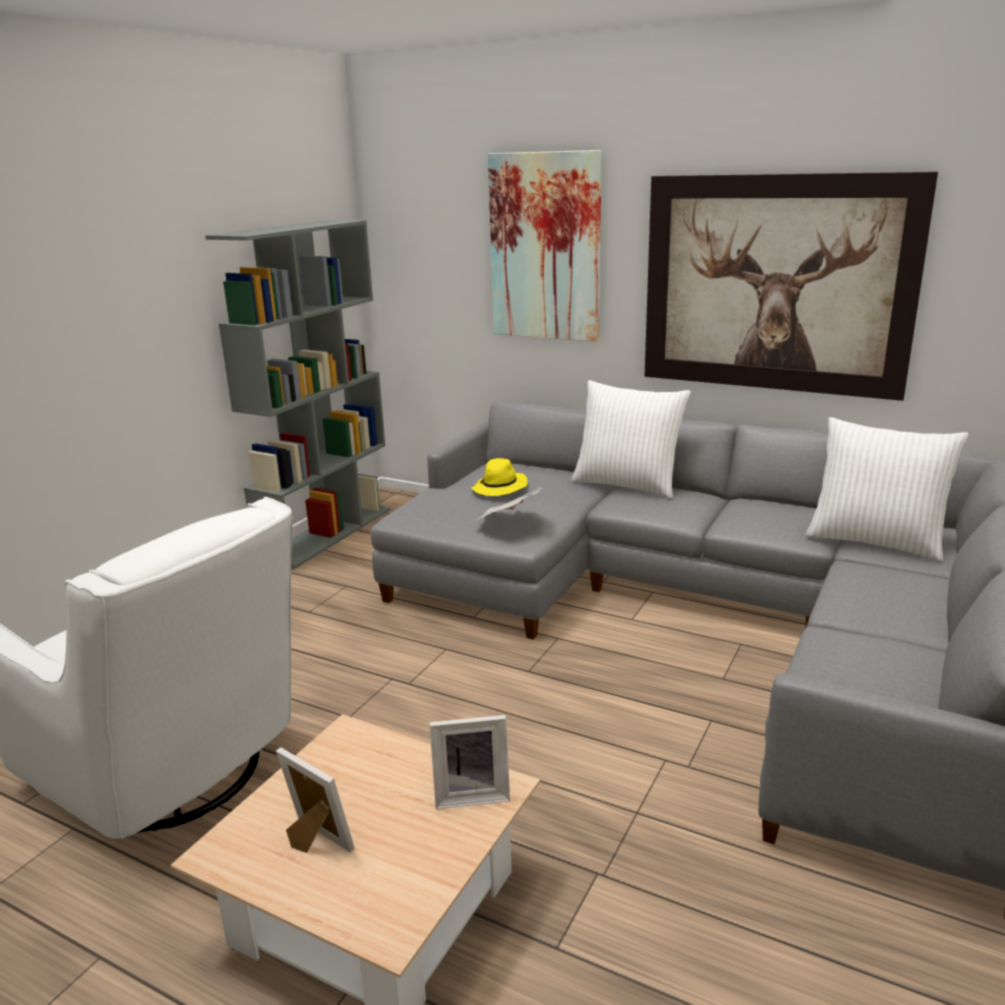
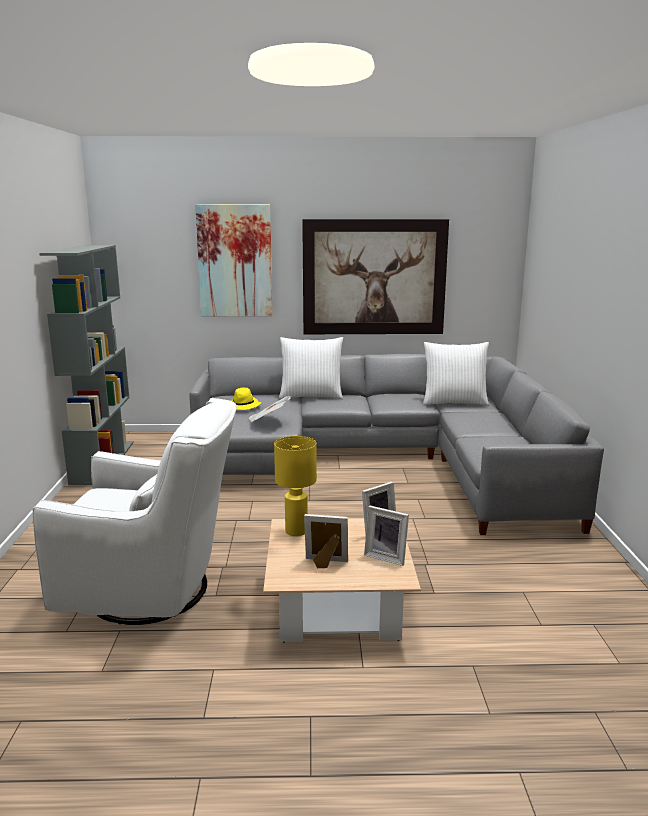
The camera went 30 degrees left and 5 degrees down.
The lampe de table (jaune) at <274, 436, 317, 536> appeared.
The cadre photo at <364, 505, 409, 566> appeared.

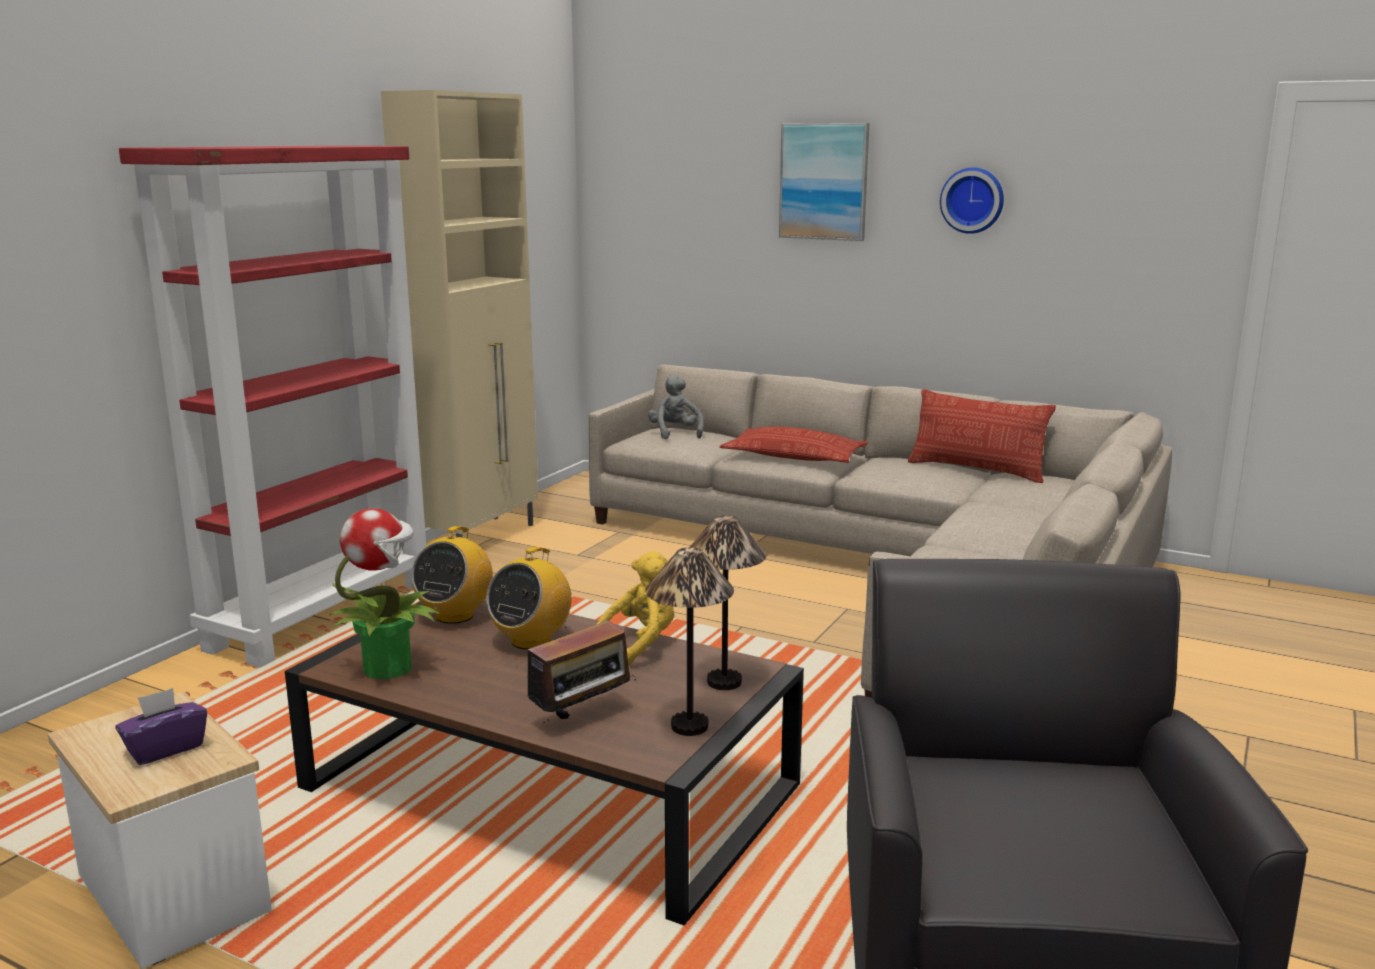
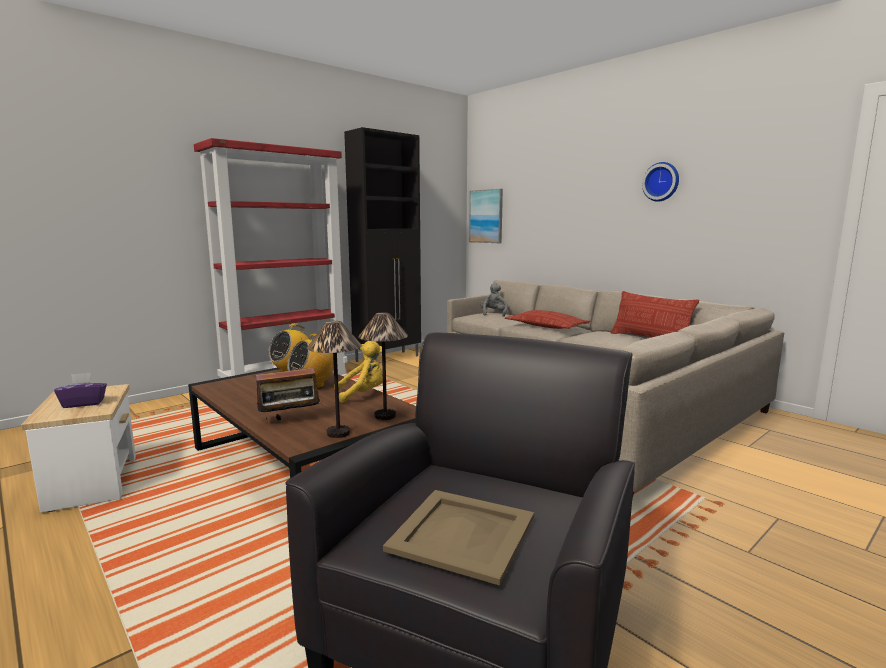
The camera went 20 degrees right and 5 degrees down.
The plante en pot at <329, 508, 440, 679> disappeared.
The meuble de rangement (beige) at <381, 90, 538, 537> became the meuble de rangement (noir) at <344, 127, 421, 362>.
The tableau moved from <779, 123, 869, 241> to <469, 189, 503, 243>.
The plateau (beige) at <383, 490, 534, 586> appeared.

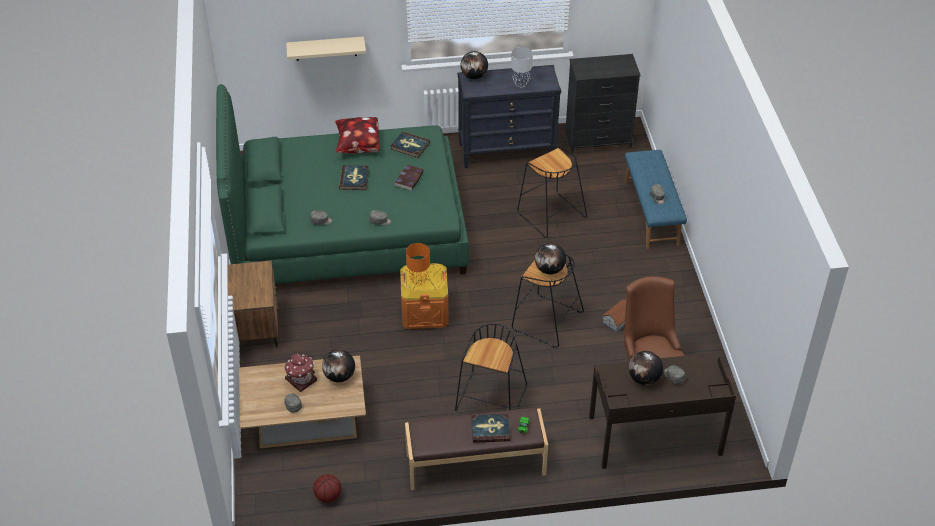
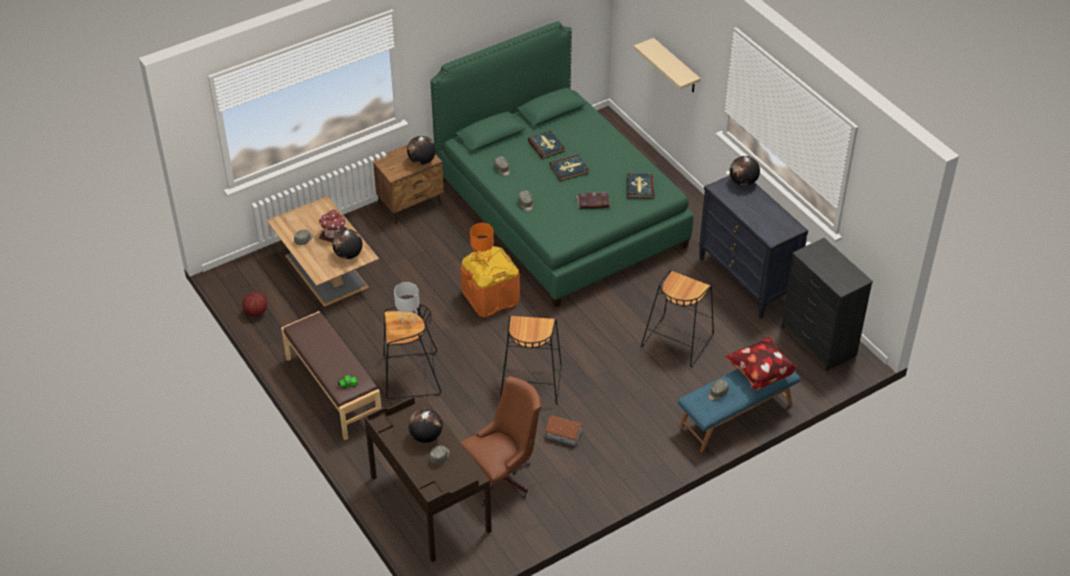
The camera went 65 degrees right and 0 degrees up.
The coussin moved from <335, 117, 380, 153> to <725, 337, 797, 390>.
The livre moved from <471, 414, 510, 443> to <528, 130, 565, 159>.
The lampe de table (gris) moved from <511, 47, 533, 87> to <394, 282, 419, 325>.
The globe moved from <535, 243, 566, 274> to <407, 136, 436, 165>.

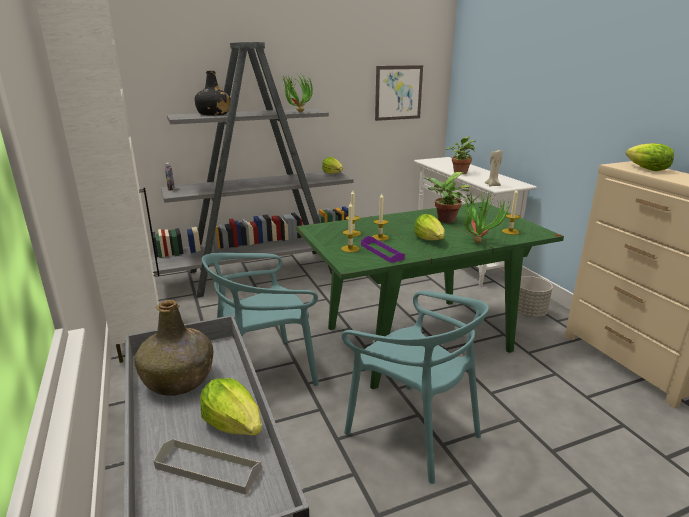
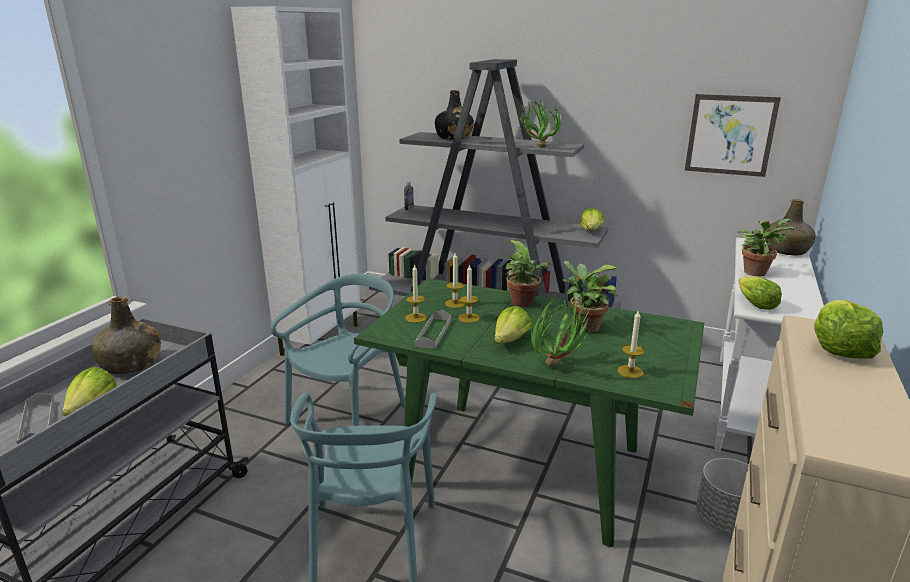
The camera went 45 degrees right and 0 degrees up.
The chaise (turquoise) at <202, 253, 319, 386> turned 105 degrees clockwise.
The plateau (violet) at <361, 236, 405, 263> became the plateau (gris) at <415, 310, 451, 349>.
The bougie (beige) at <485, 150, 503, 187> was replaced by the laitue at <738, 276, 782, 310>.
The plante en pot at <505, 240, 552, 307> appeared.
The bouteille (vert) at <766, 199, 816, 256> appeared.

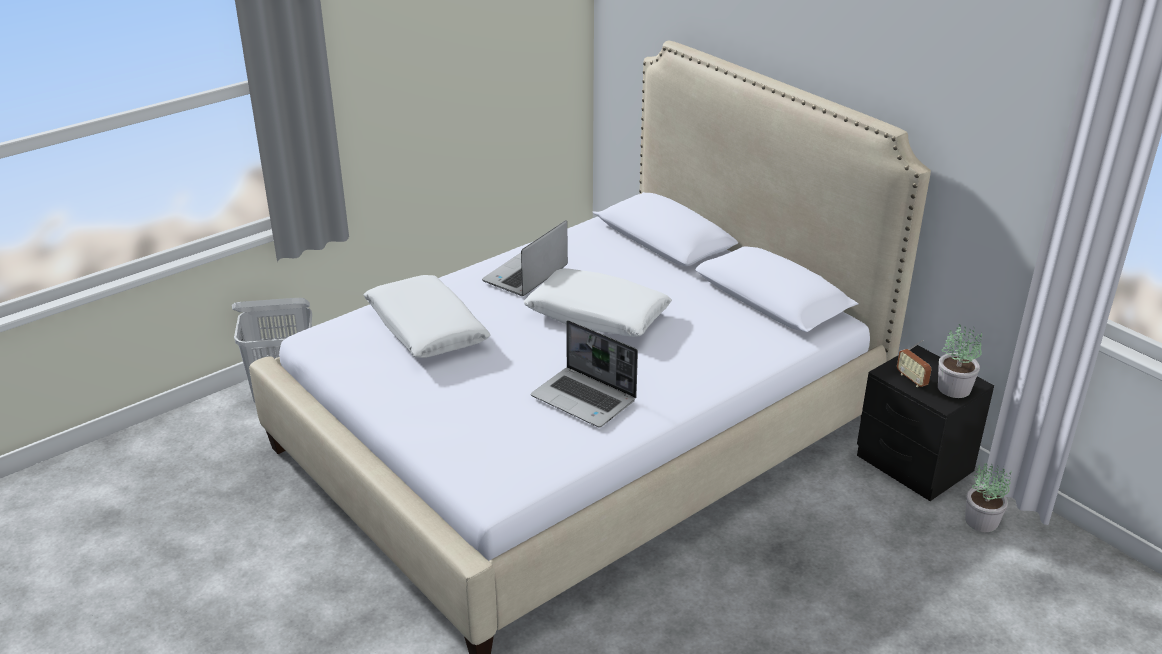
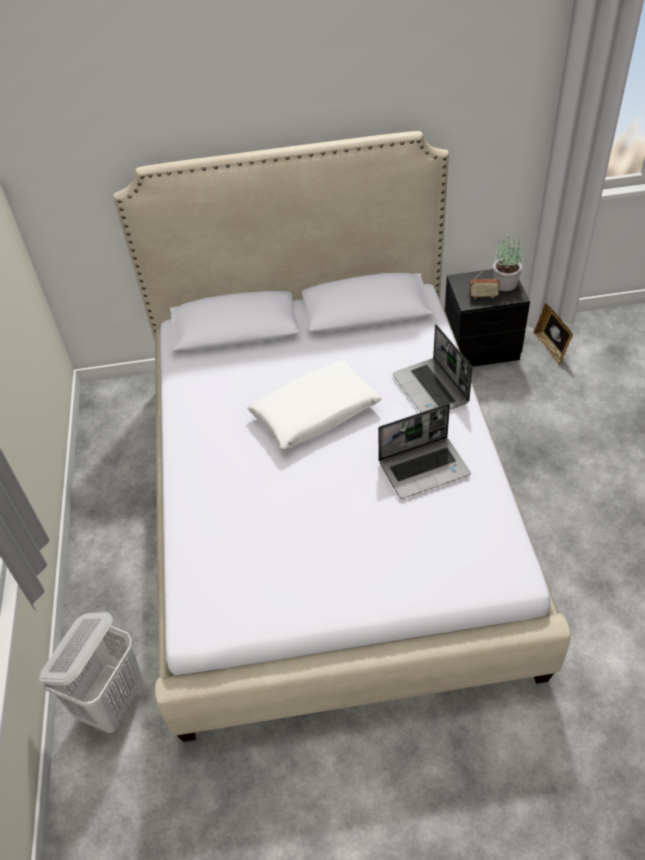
The camera went 55 degrees left and 15 degrees up.
The coussin (blanc) at <364, 275, 490, 358> disappeared.
The ordinateur portable moved from <482, 220, 568, 296> to <393, 324, 473, 412>.
The plante en pot at <965, 463, 1012, 532> was replaced by the cadre photo at <534, 303, 573, 365>.

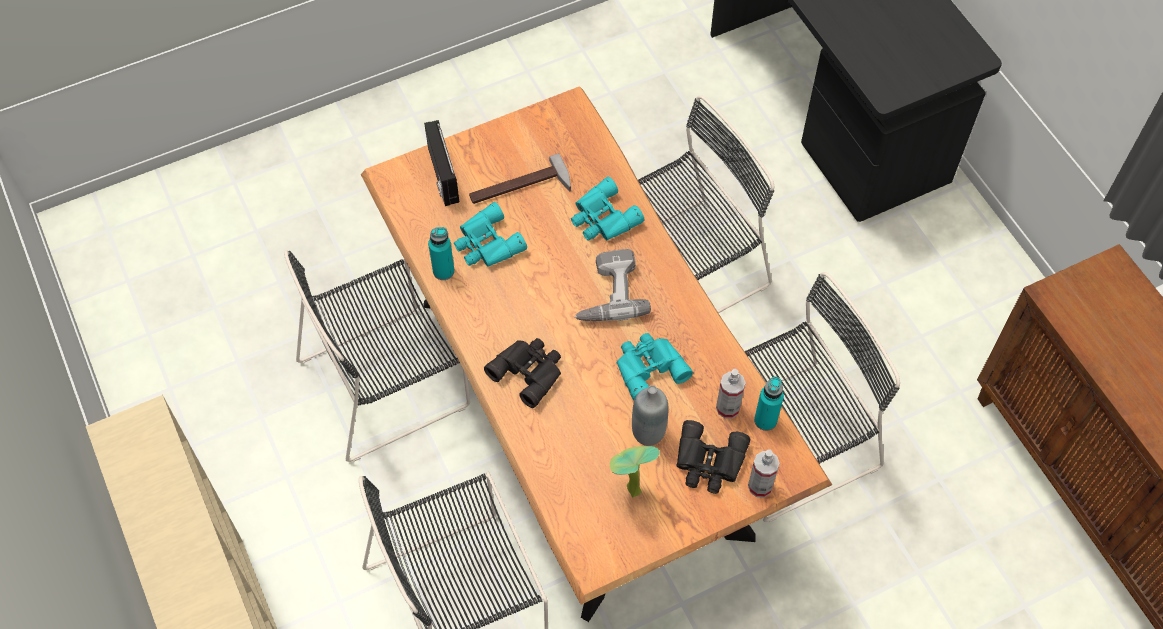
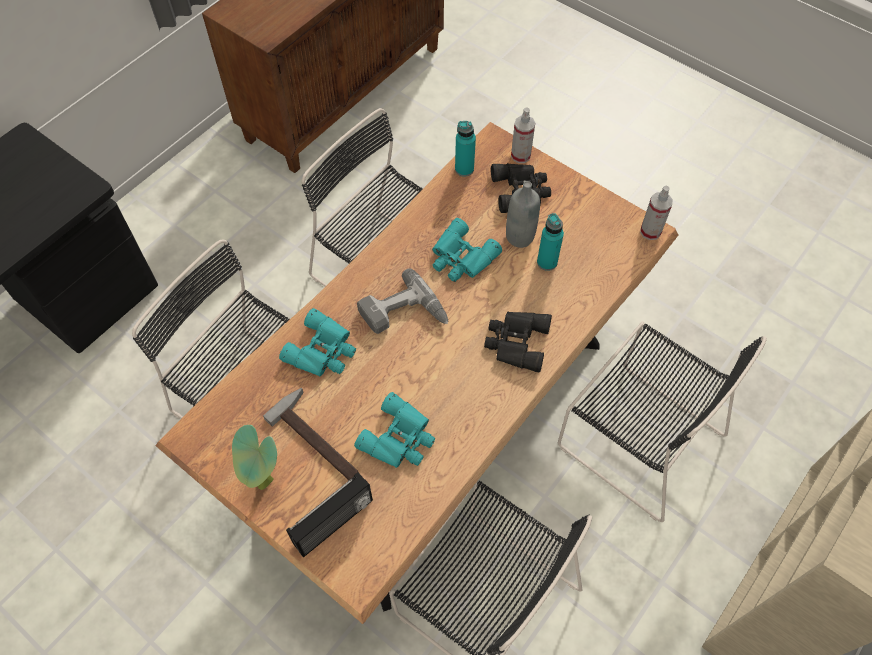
The camera went 115 degrees left and 0 degrees up.
The bouteille (turquoise) moved from <428, 227, 455, 280> to <537, 213, 564, 271>.
The plante en pot moved from <610, 446, 660, 497> to <232, 425, 277, 490>.
The vaporisateur moved from <716, 369, 746, 419> to <640, 186, 673, 240>.

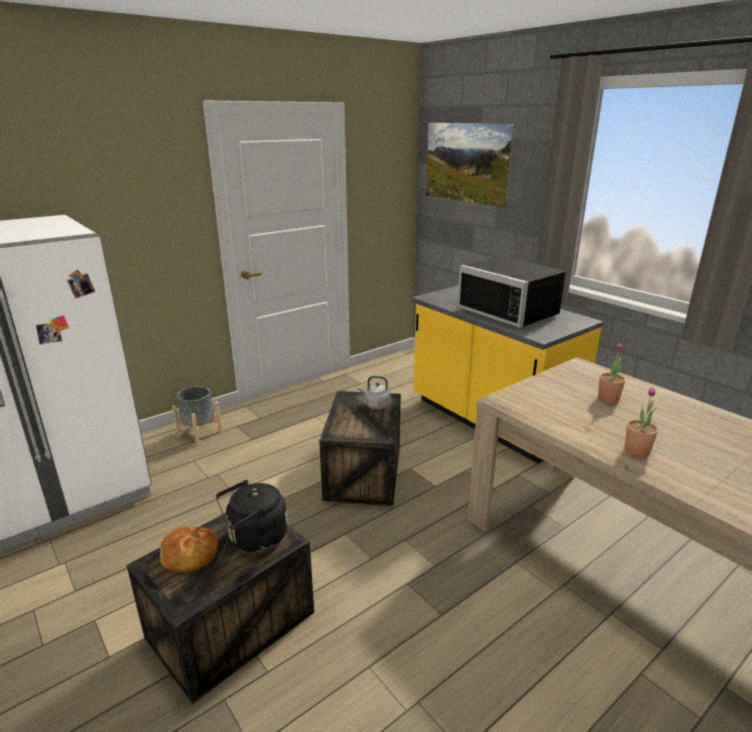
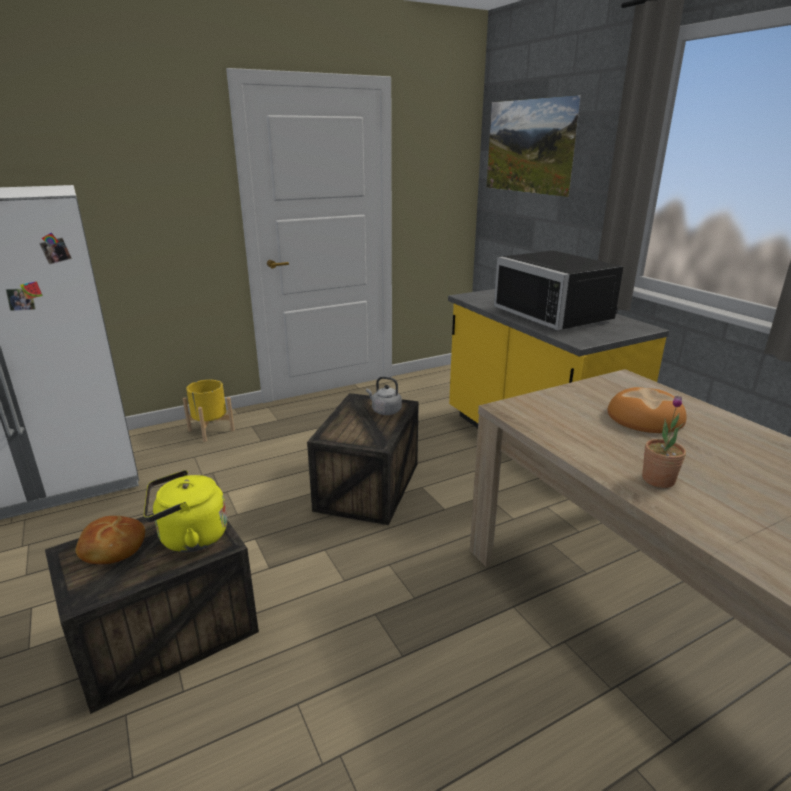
The camera went 10 degrees right and 0 degrees up.
The cache-pot (gris) at <172, 386, 222, 446> became the cache-pot (jaune) at <183, 380, 235, 442>.
The bouilloire (noir) at <216, 480, 288, 552> became the bouilloire (jaune) at <144, 470, 227, 552>.
The plante en pot at <598, 343, 625, 404> was replaced by the pain at <607, 387, 686, 433>.

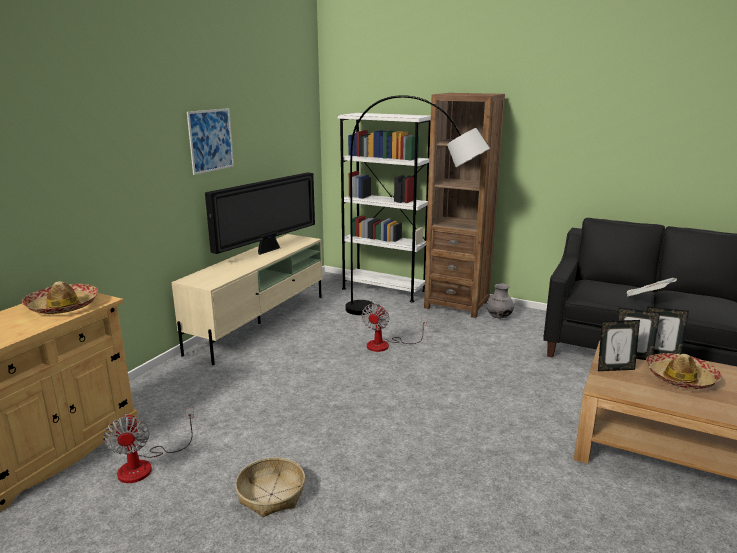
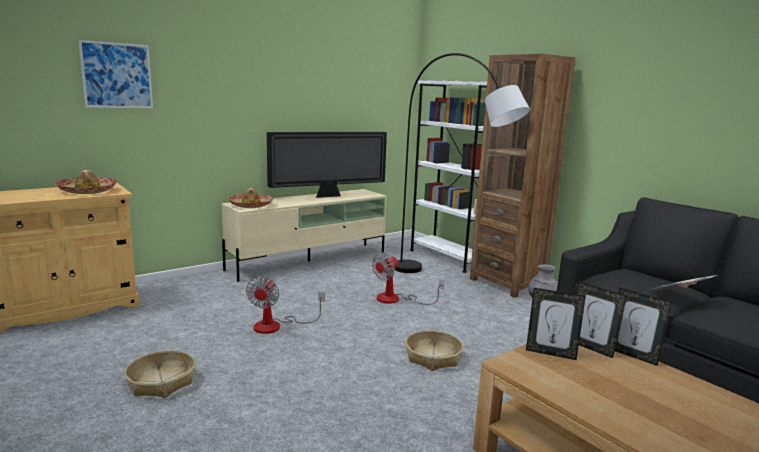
The camera went 25 degrees right and 5 degrees down.
The ventilateur moved from <103, 408, 194, 483> to <246, 276, 325, 334>.
The tableau moved from <187, 108, 234, 175> to <79, 40, 153, 108>.
The chapeau moved from <646, 353, 722, 389> to <228, 188, 274, 208>.
The panier at <405, 330, 463, 371> appeared.

